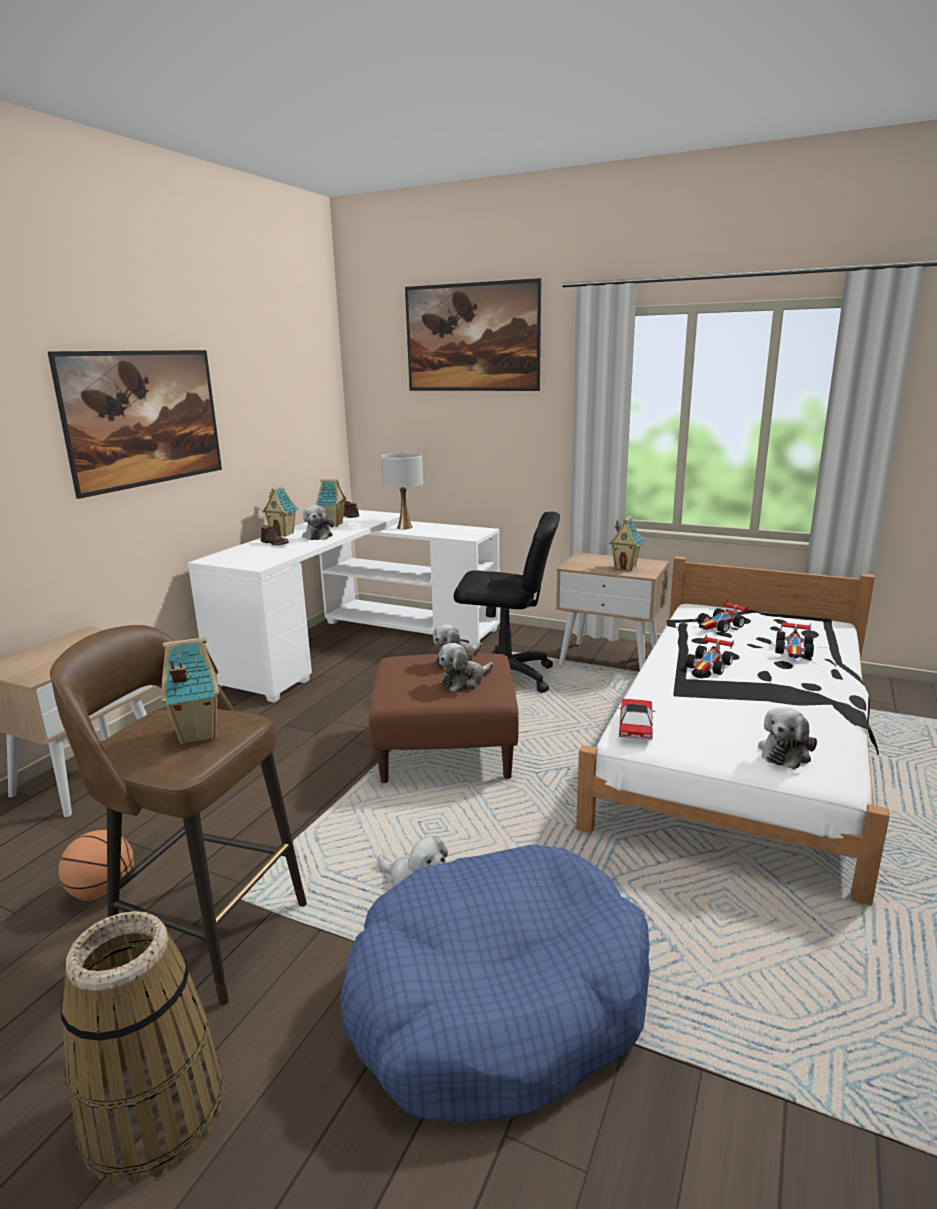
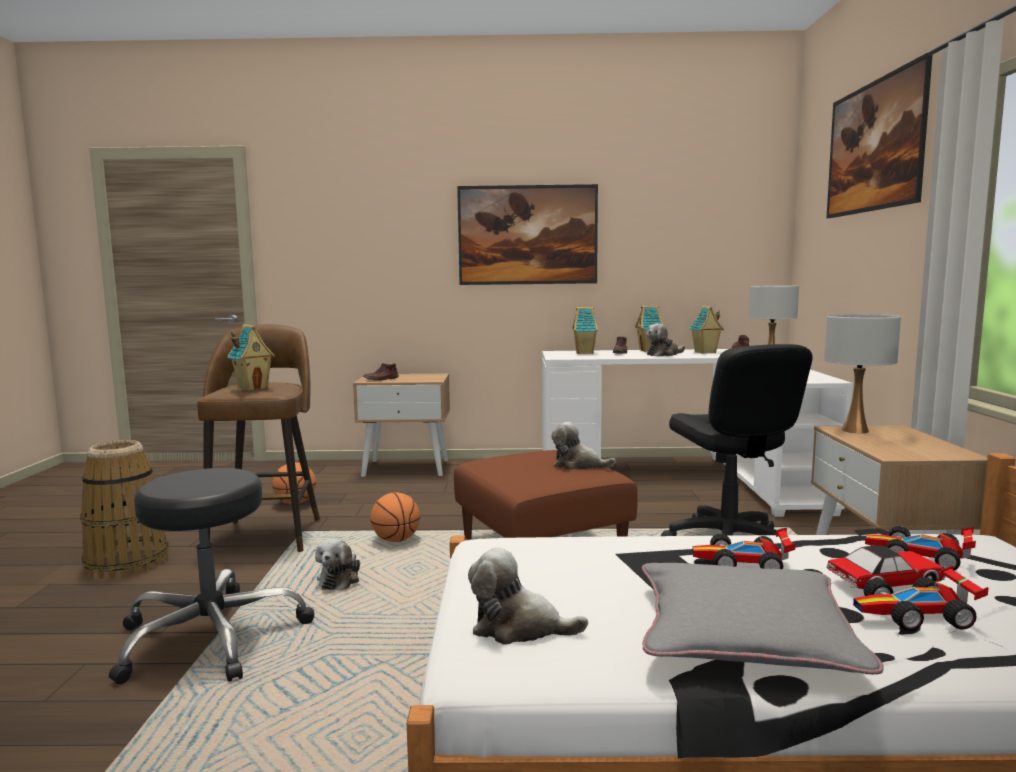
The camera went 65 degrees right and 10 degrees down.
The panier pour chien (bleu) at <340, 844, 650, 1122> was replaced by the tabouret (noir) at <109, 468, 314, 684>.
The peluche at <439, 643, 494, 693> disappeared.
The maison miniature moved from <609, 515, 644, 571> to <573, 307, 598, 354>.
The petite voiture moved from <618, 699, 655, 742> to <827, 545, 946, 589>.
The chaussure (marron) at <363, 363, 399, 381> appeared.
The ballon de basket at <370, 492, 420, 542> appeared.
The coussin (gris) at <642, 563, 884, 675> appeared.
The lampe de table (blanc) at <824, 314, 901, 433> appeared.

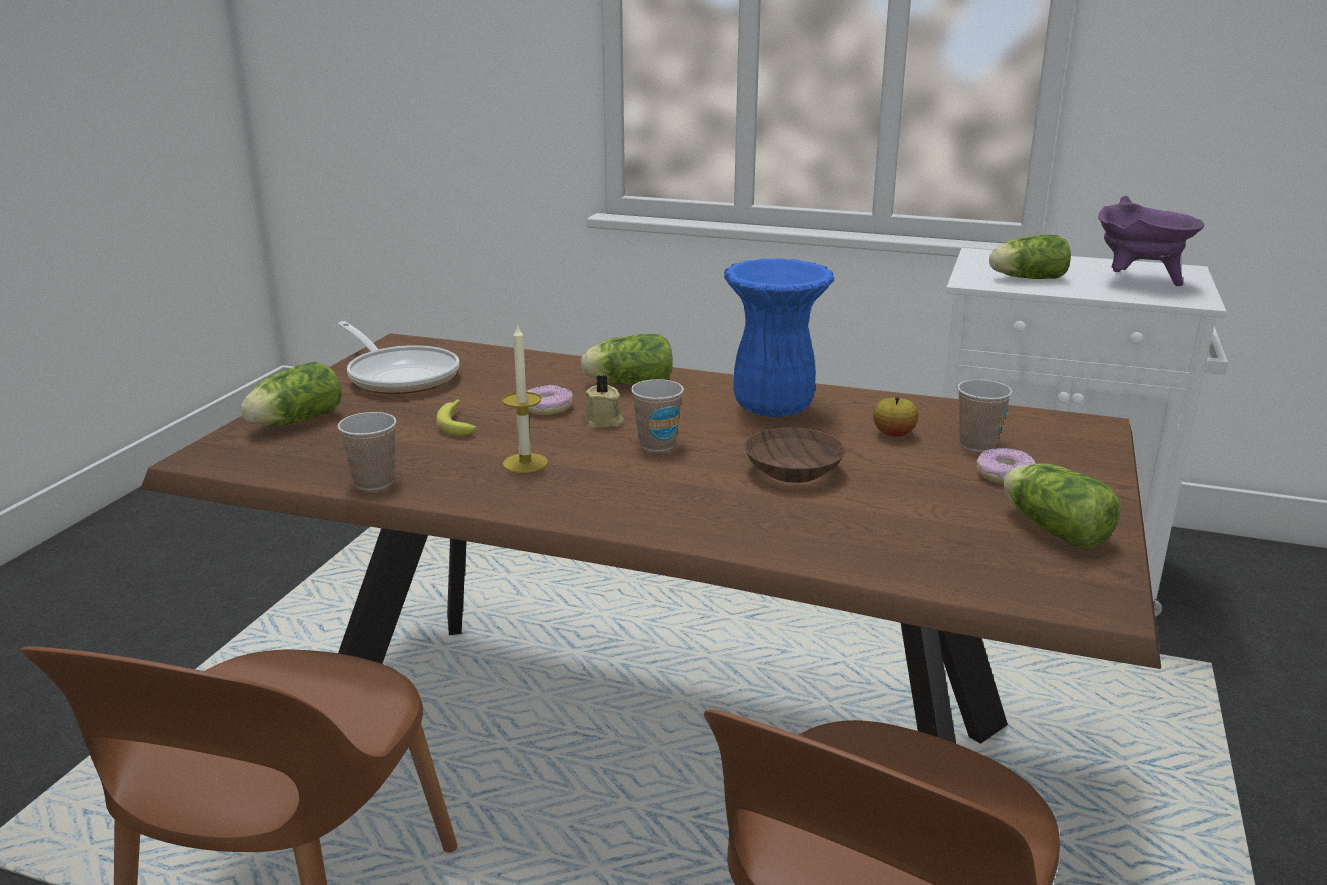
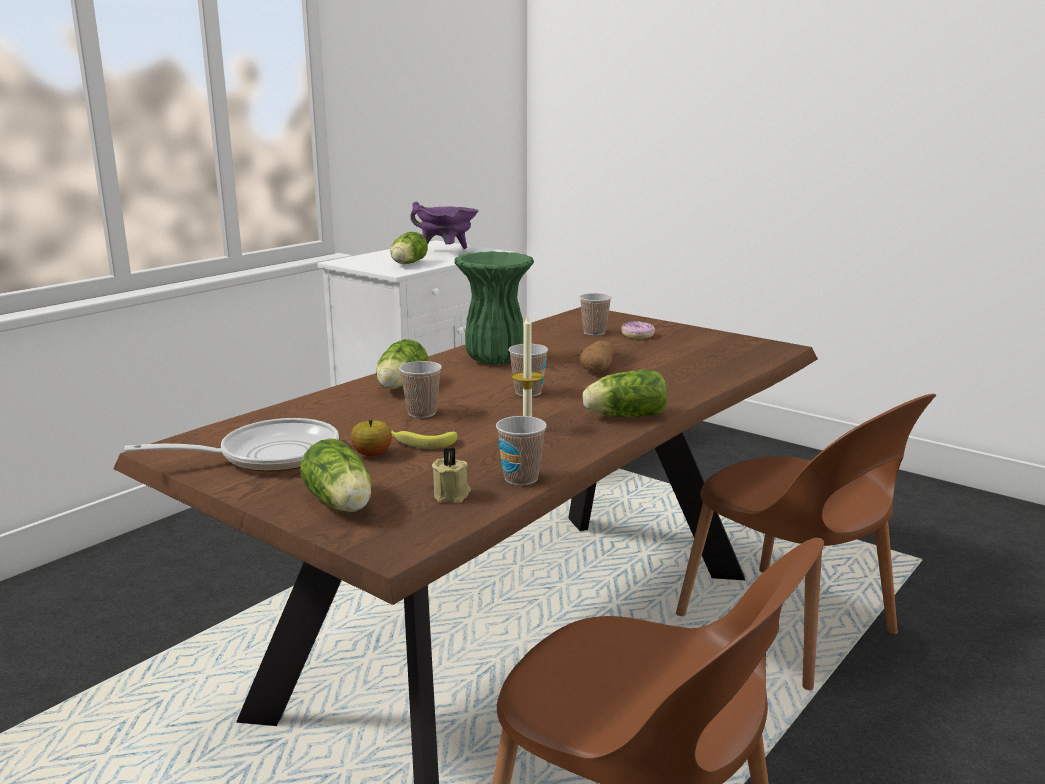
The camera went 70 degrees left and 5 degrees down.
The beignet at <526, 385, 573, 415> was replaced by the tasse at <399, 361, 442, 418>.
The bougie (beige) moved from <585, 375, 624, 428> to <432, 447, 471, 503>.
The vase (bleu) at <724, 258, 835, 417> became the vase (vert) at <454, 251, 534, 365>.
The bol (marron) at <744, 427, 845, 483> was replaced by the pomme de terre at <580, 341, 613, 372>.
The pomme moved from <873, 397, 918, 437> to <351, 420, 392, 456>.
The laitue moved from <1003, 463, 1121, 549> to <583, 370, 668, 417>.

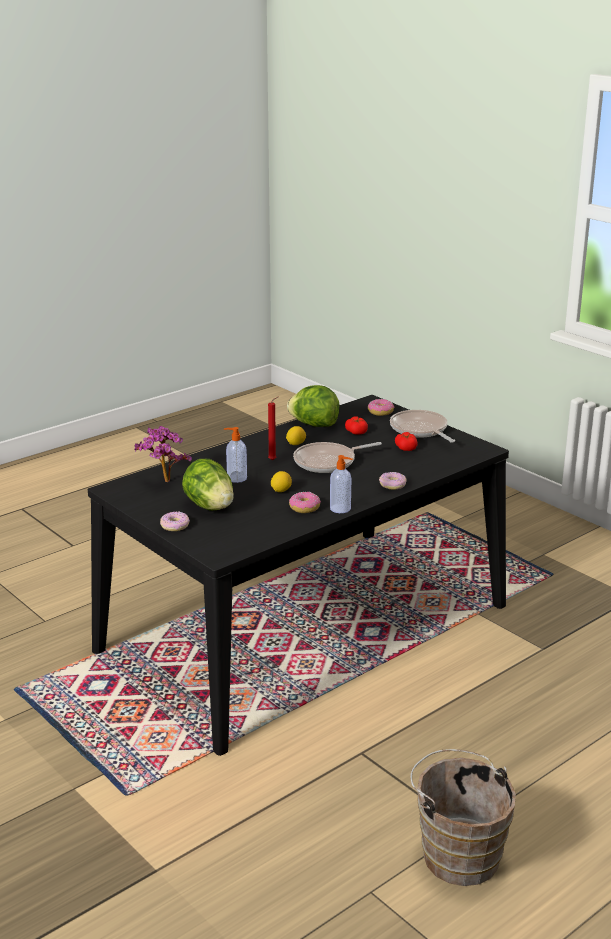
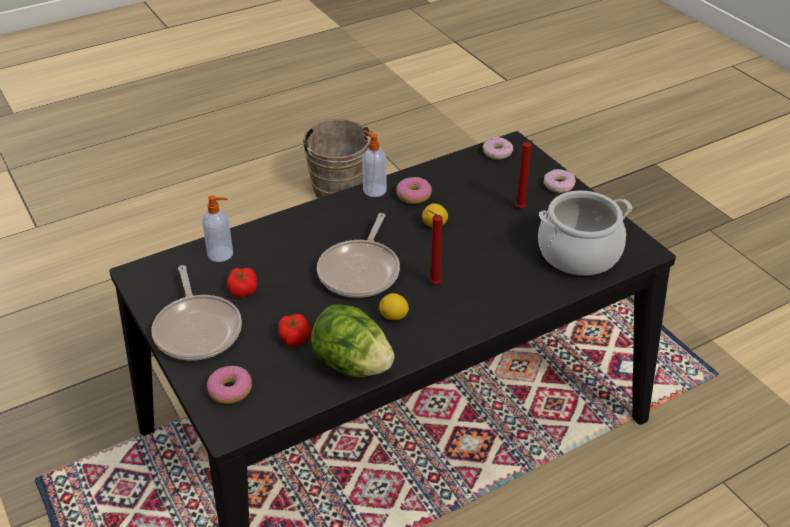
The camera went 170 degrees left and 15 degrees up.
The plante en pot at <134, 426, 192, 482> was replaced by the marmite at <538, 191, 632, 276>.
The laitue at <182, 459, 234, 510> was replaced by the bougie (rouge) at <515, 140, 534, 208>.
The distributeur de savon moved from <224, 427, 247, 483> to <202, 195, 233, 262>.
The poêle at <293, 442, 382, 473> turned 120 degrees clockwise.
The beignet moved from <379, 472, 407, 490> to <483, 137, 513, 160>.

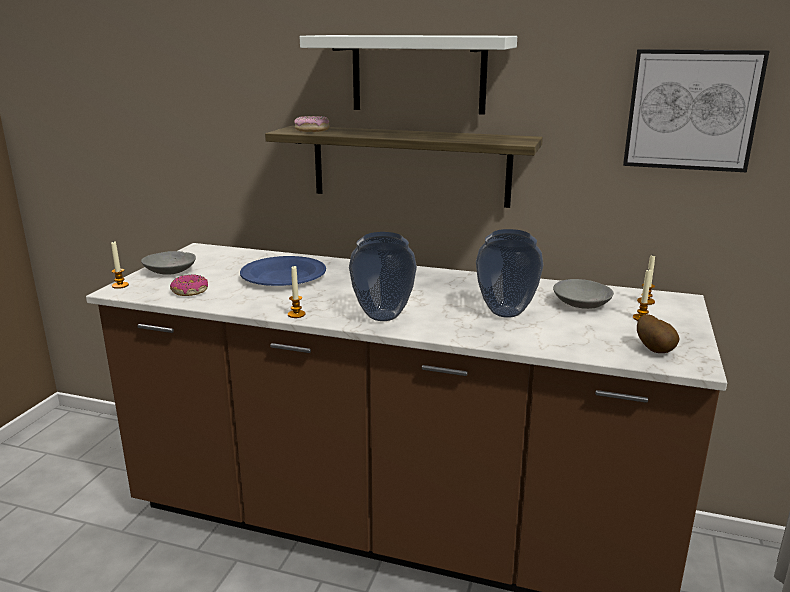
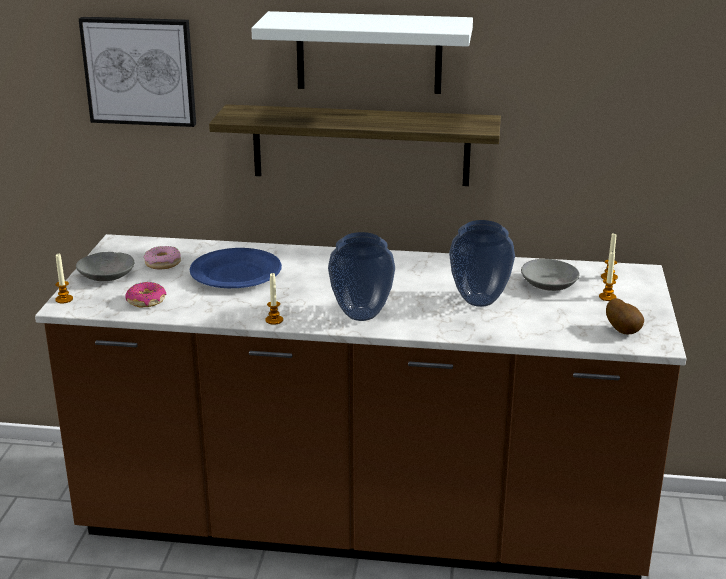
The camera went 10 degrees left and 5 degrees up.
The beignet moved from <294, 116, 329, 132> to <144, 246, 181, 269>.
The tableau moved from <623, 49, 770, 172> to <79, 17, 196, 127>.

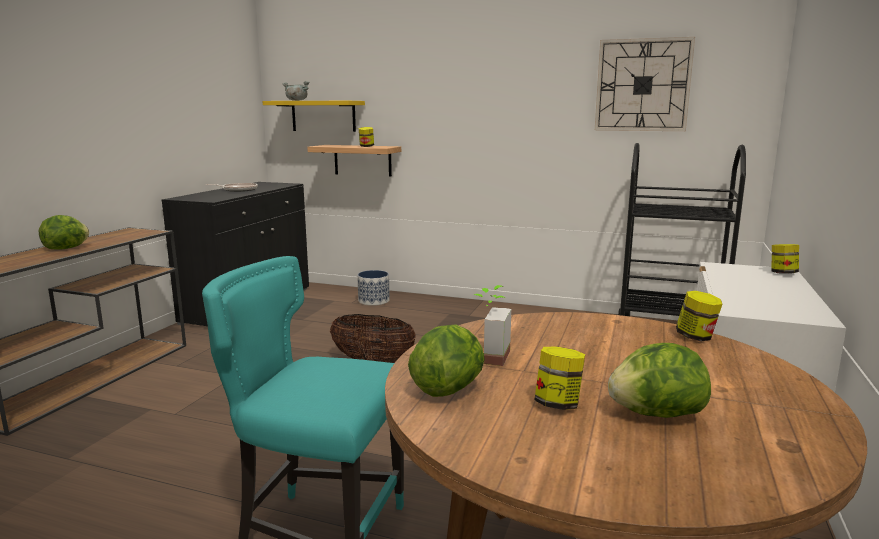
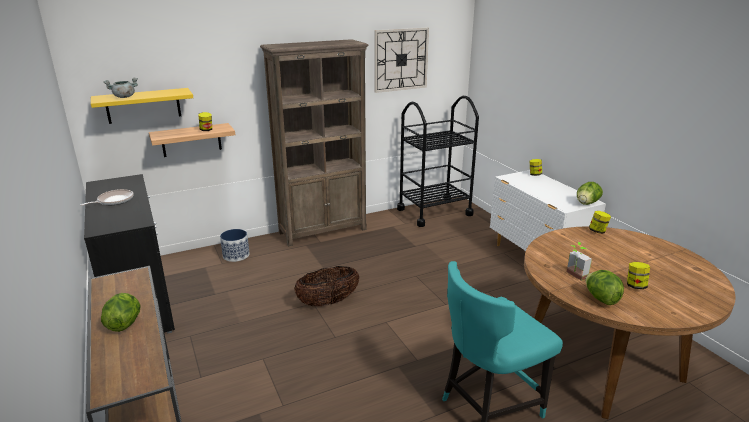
The camera went 45 degrees left and 10 degrees up.
The laitue moved from <608, 343, 711, 418> to <577, 182, 603, 205>.
The bibliothèque (marron) at <260, 39, 369, 247> appeared.

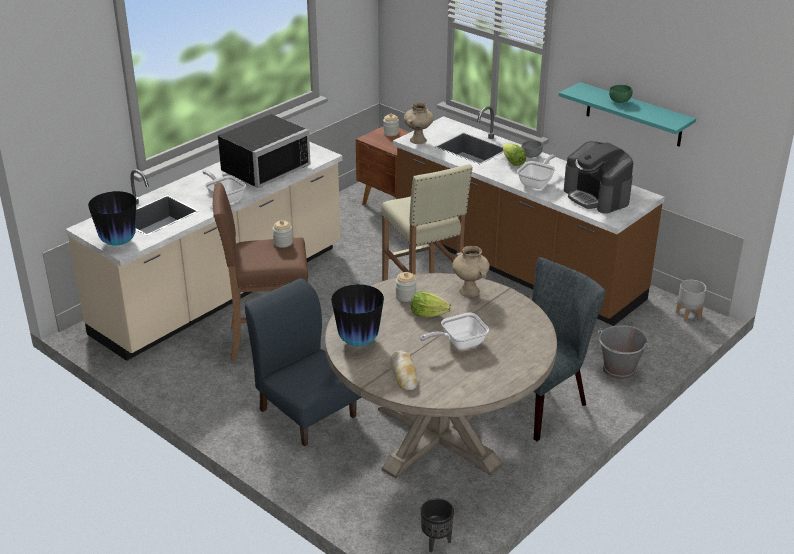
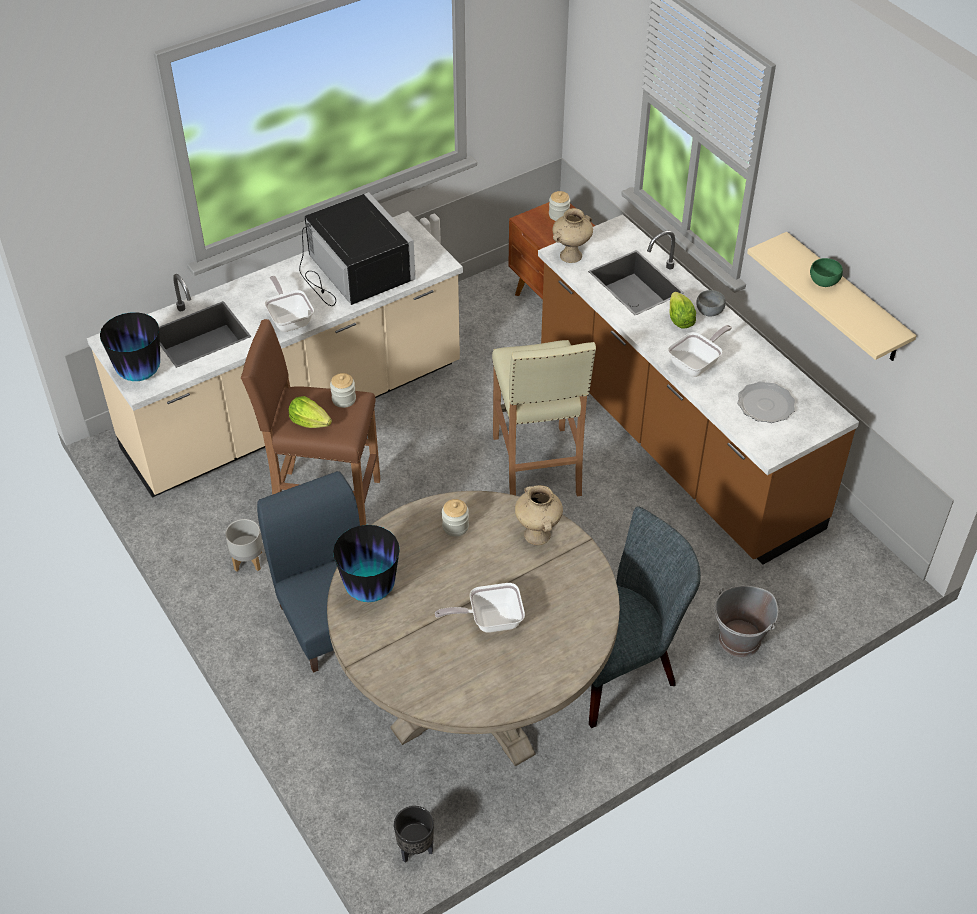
The camera went 15 degrees right and 15 degrees up.
The micro-ondes (noir) at <218, 114, 311, 188> turned 90 degrees counterclockwise.
The pain at <390, 351, 418, 390> disappeared.
The laitue moved from <411, 291, 451, 317> to <289, 396, 332, 428>.
The étagère (turquoise) at <559, 82, 696, 147> became the étagère (beige) at <747, 232, 916, 361>.
The machine à café at <564, 141, 633, 214> was replaced by the assiette at <737, 381, 795, 423>.
The cache-pot (gris) moved from <676, 280, 706, 322> to <225, 519, 263, 572>.

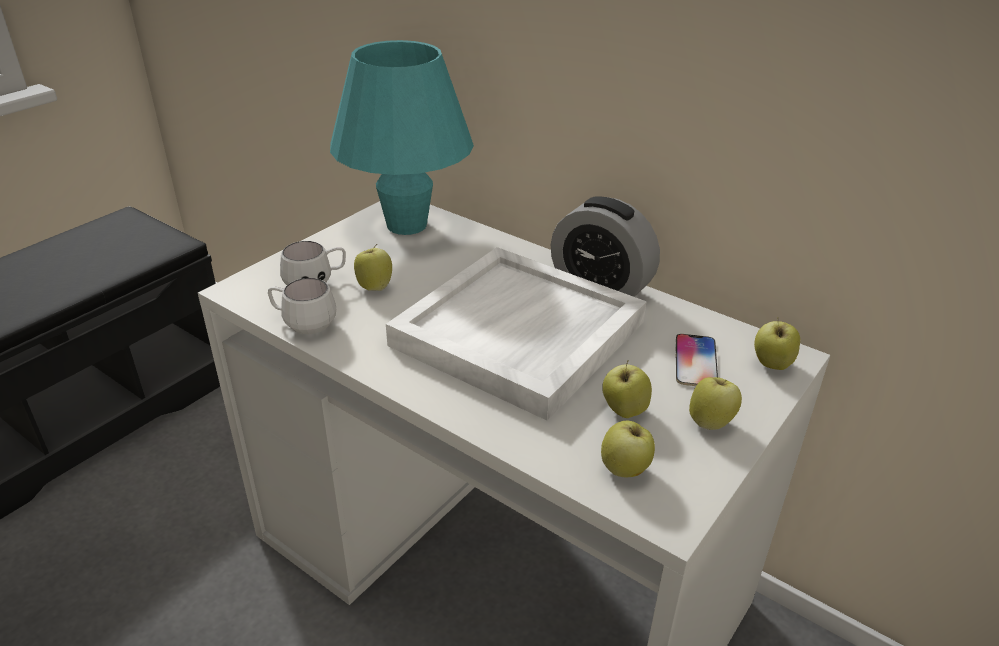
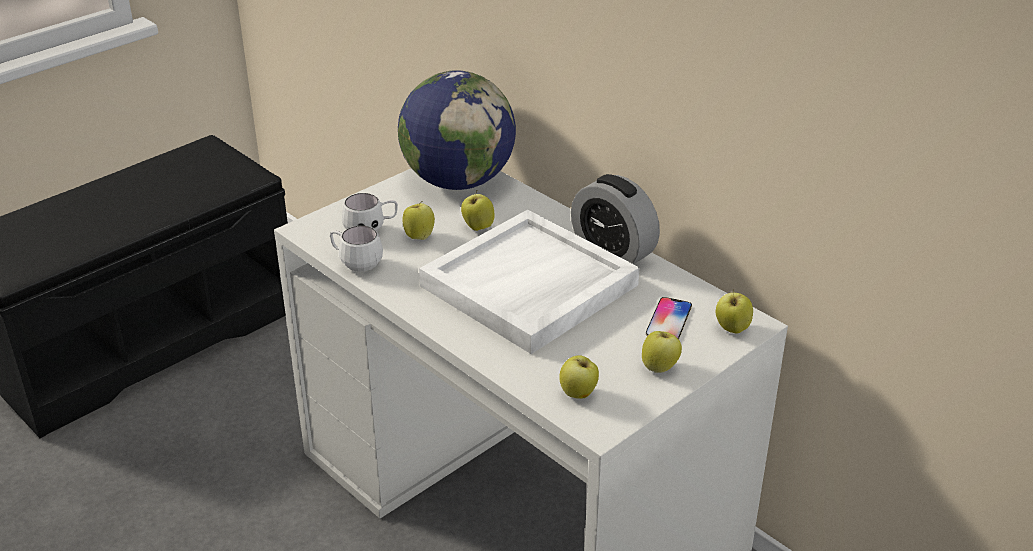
The camera went 10 degrees right and 0 degrees up.
The lampe de table (turquoise) at <330, 40, 474, 235> was replaced by the globe at <398, 70, 516, 190>.
The pomme moved from <602, 361, 652, 418> to <461, 191, 494, 231>.

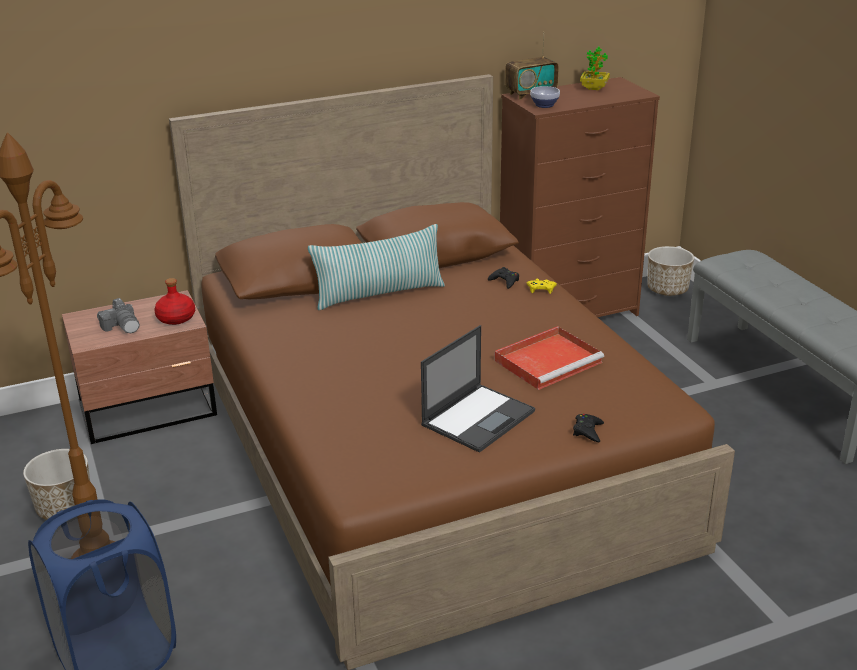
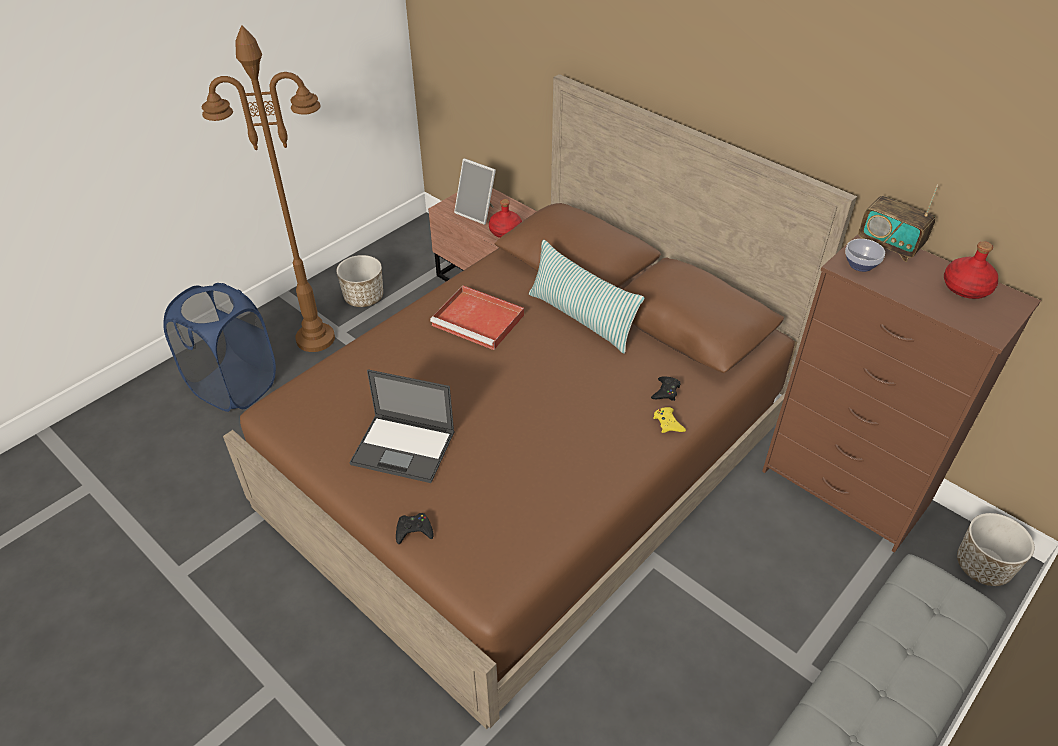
The camera went 65 degrees right and 15 degrees up.
The appareil photo at <97, 298, 140, 333> was replaced by the cadre photo at <454, 158, 496, 225>.
The plateau (rouge) moved from <495, 326, 604, 390> to <430, 286, 524, 350>.
The plante en pot at <580, 47, 610, 90> was replaced by the bouteille (rouge) at <944, 241, 998, 299>.

